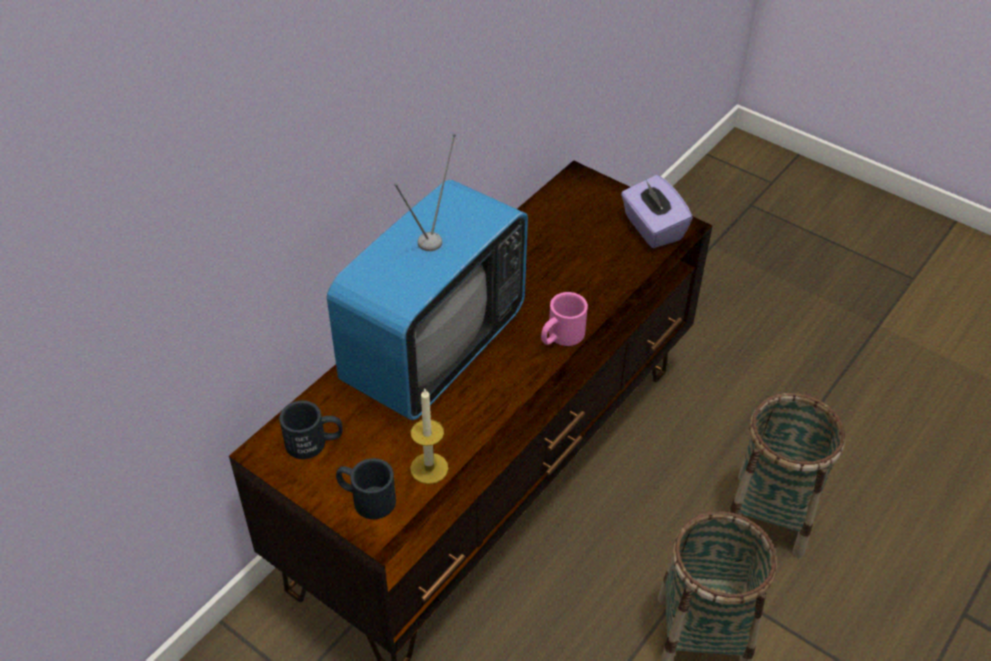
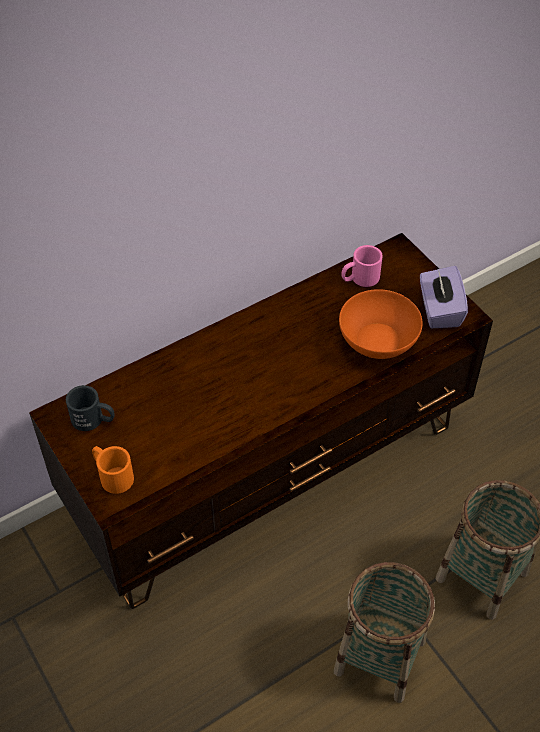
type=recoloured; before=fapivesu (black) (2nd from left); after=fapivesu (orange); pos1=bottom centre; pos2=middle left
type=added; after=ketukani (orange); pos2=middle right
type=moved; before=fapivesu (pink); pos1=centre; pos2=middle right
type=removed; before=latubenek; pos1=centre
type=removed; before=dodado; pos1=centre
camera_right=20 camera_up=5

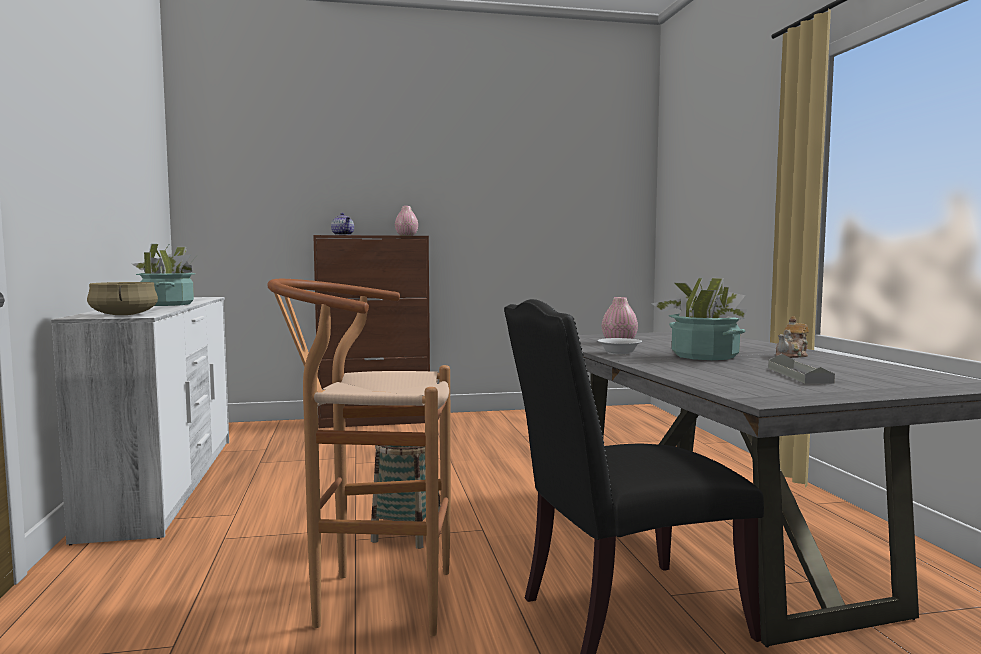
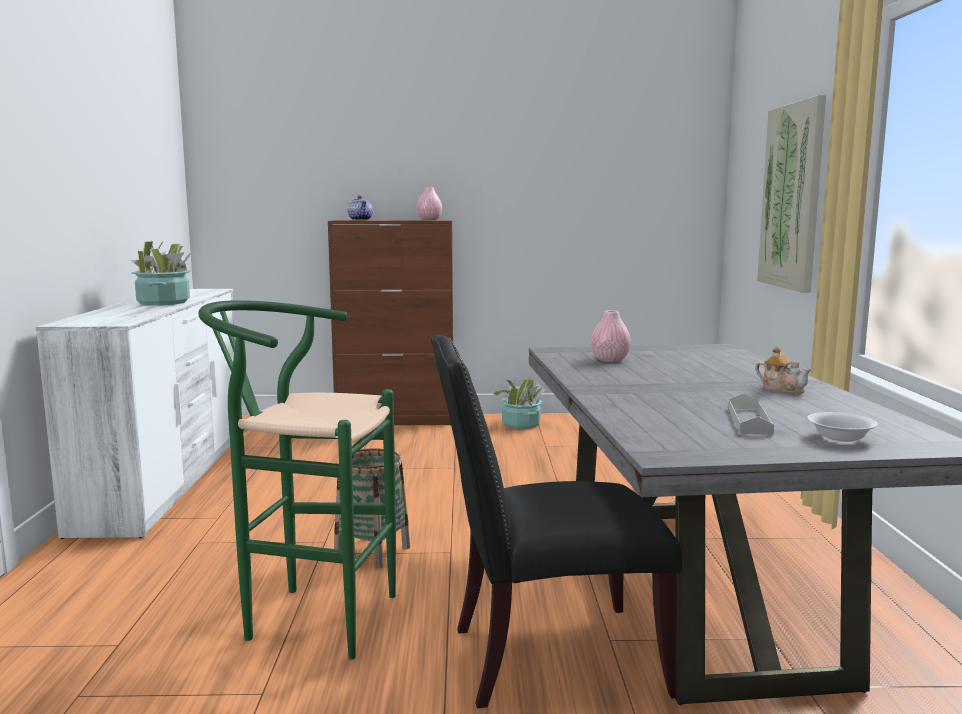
type=recoloured; before=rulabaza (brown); after=rulabaza (green); pos1=bottom centre; pos2=bottom left
type=moved; before=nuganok (2nd from left); pos1=middle right; pos2=centre
type=turned; before=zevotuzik (2nd from left); pos1=middle right; pos2=middle right; turn=-105
type=added; after=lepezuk; pos2=top right
type=moved; before=ketukani (white); pos1=centre; pos2=middle right
type=removed; before=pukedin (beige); pos1=middle left
camera_right=10 camera_up=5

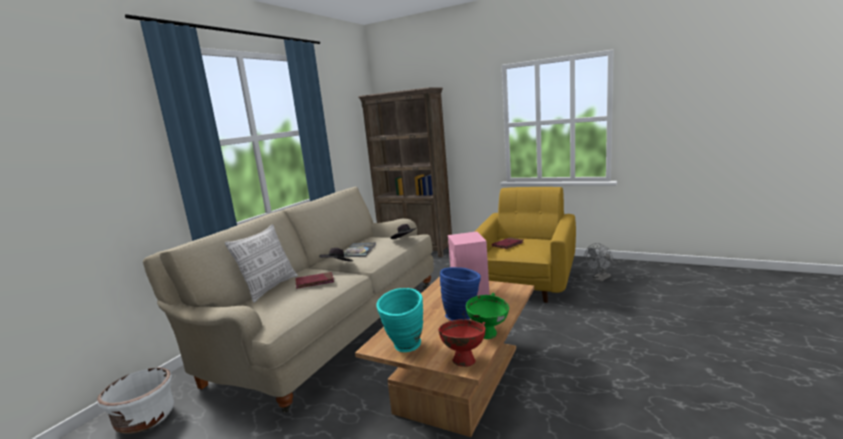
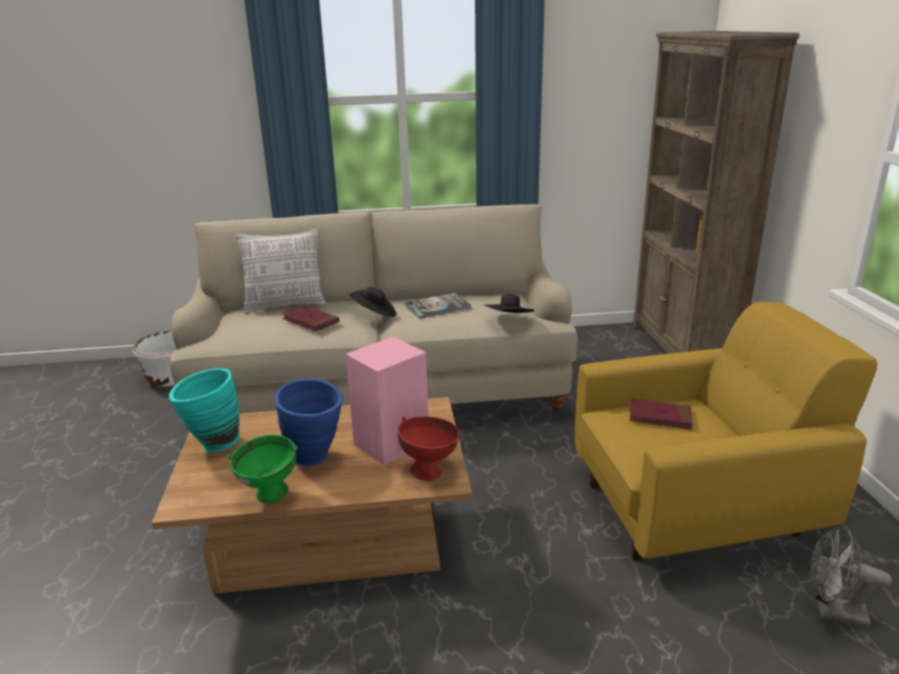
type=moved; before=ketukani (red); pos1=bottom centre; pos2=centre
camera_right=55 camera_up=10

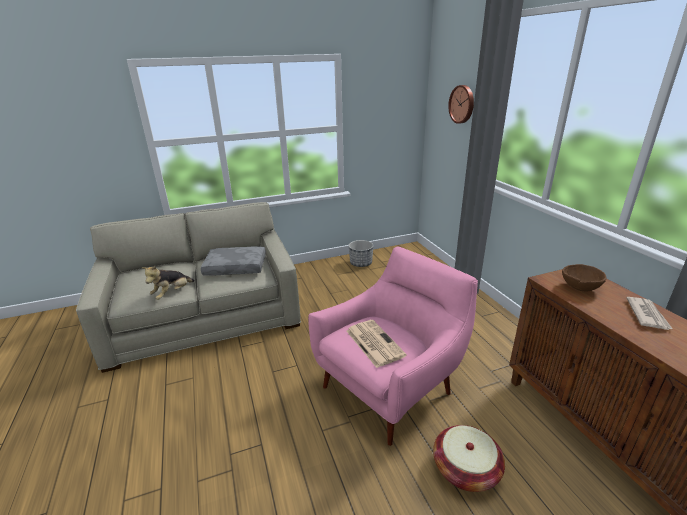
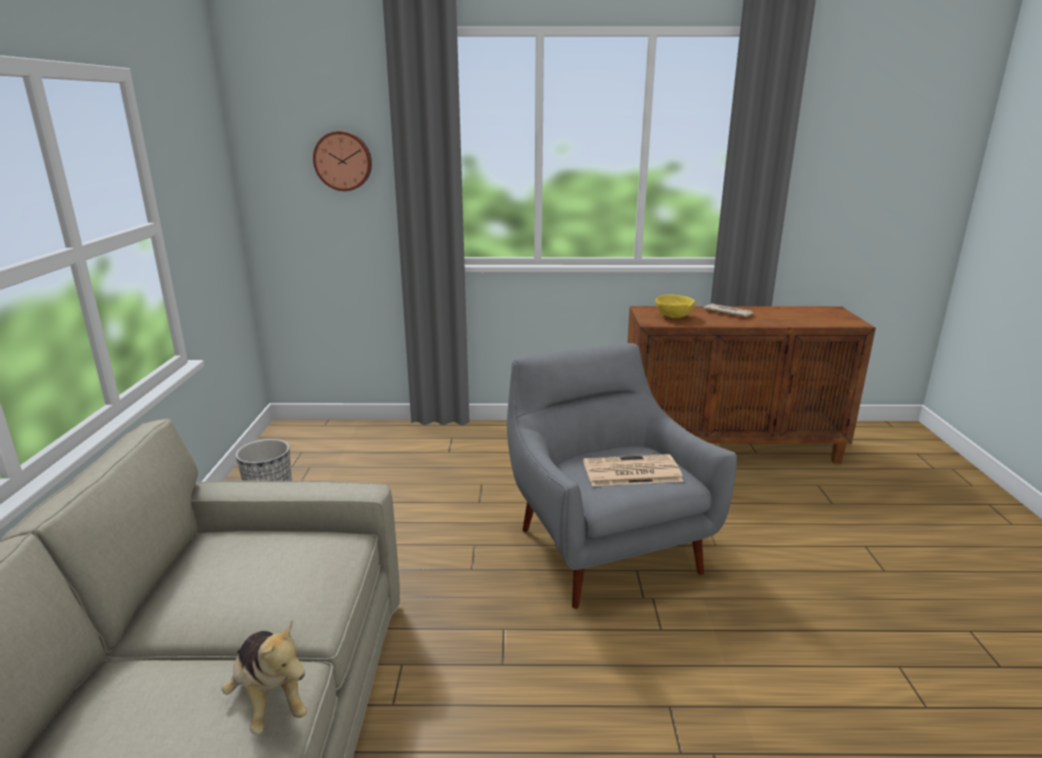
type=recoloured; before=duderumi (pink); after=duderumi (grey); pos1=bottom centre; pos2=centre
type=recoloured; before=ketukani (brown); after=ketukani (yellow); pos1=middle right; pos2=centre
type=removed; before=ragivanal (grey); pos1=centre
type=removed; before=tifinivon; pos1=bottom right
camera_right=-70 camera_up=-5

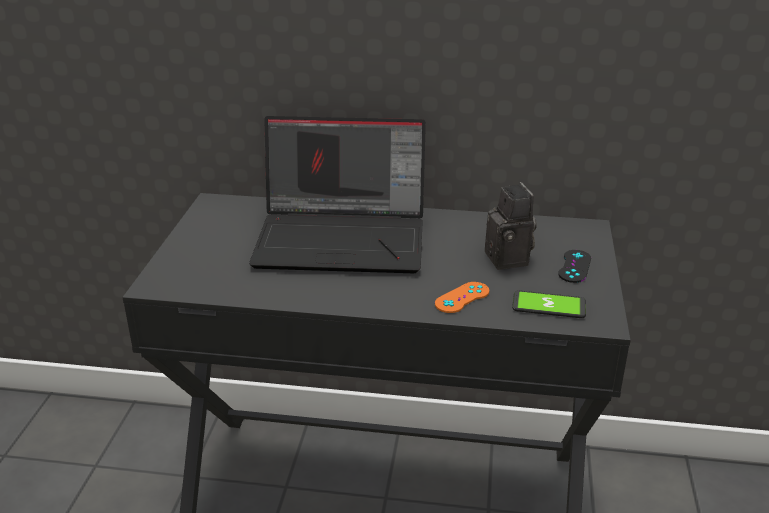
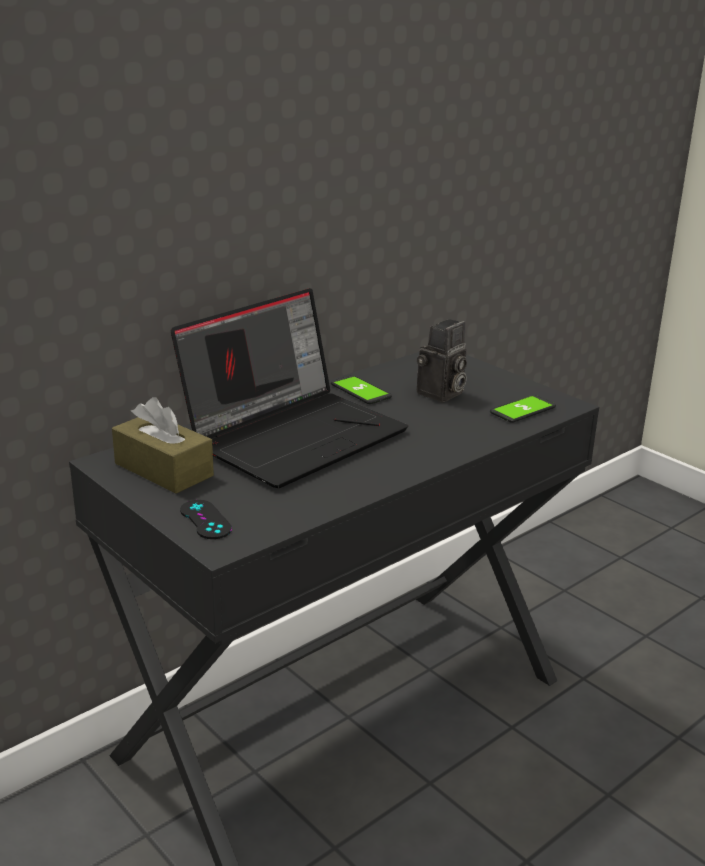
type=added; after=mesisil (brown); pos2=middle left
type=moved; before=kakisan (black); pos1=middle right; pos2=middle left
type=added; after=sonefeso (1st from left); pos2=centre
type=turned; before=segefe; pos1=centre; pos2=centre; turn=105
type=removed; before=kakisan (orange); pos1=centre
camera_right=-50 camera_up=-5

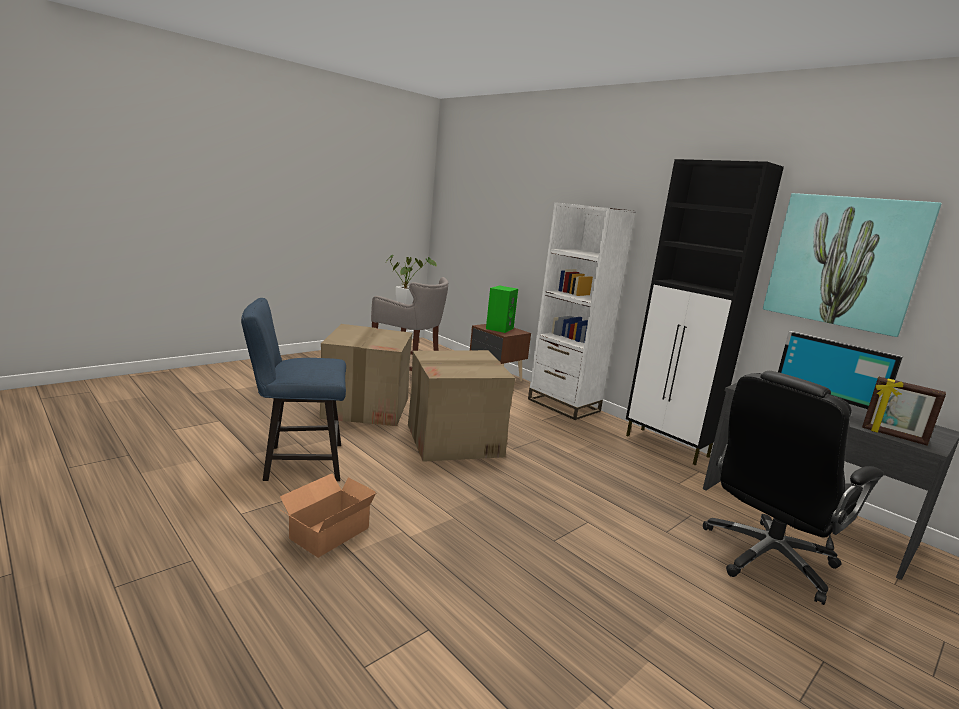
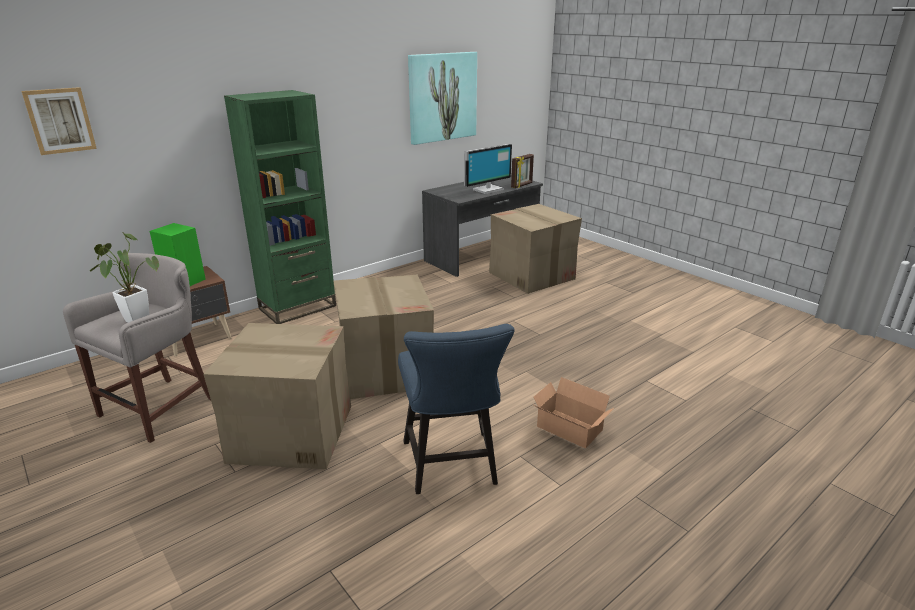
type=added; after=lepezuk (1st from left); pos2=top left
type=recoloured; before=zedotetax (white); after=zedotetax (green); pos1=centre; pos2=middle left
type=replaced; before=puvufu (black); after=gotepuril (3rd from left); pos1=bottom right; pos2=centre
type=removed; before=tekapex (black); pos1=middle right
camera_right=-85 camera_up=10

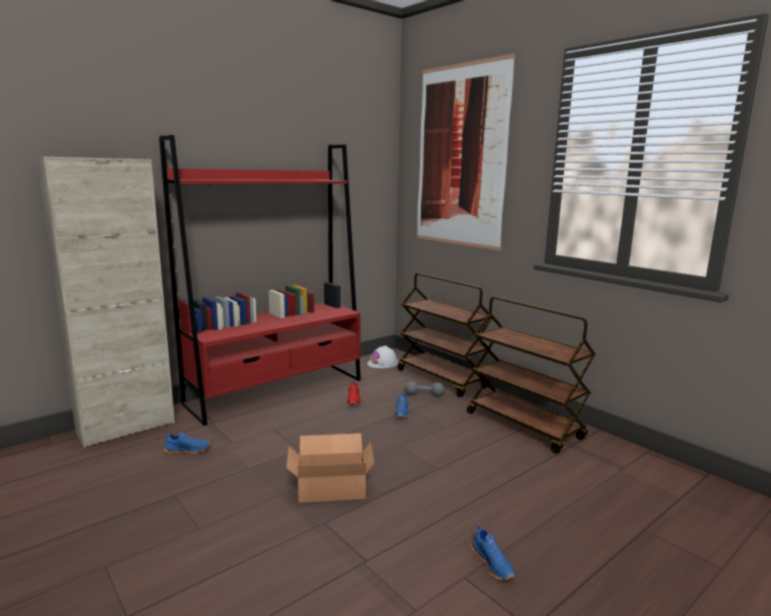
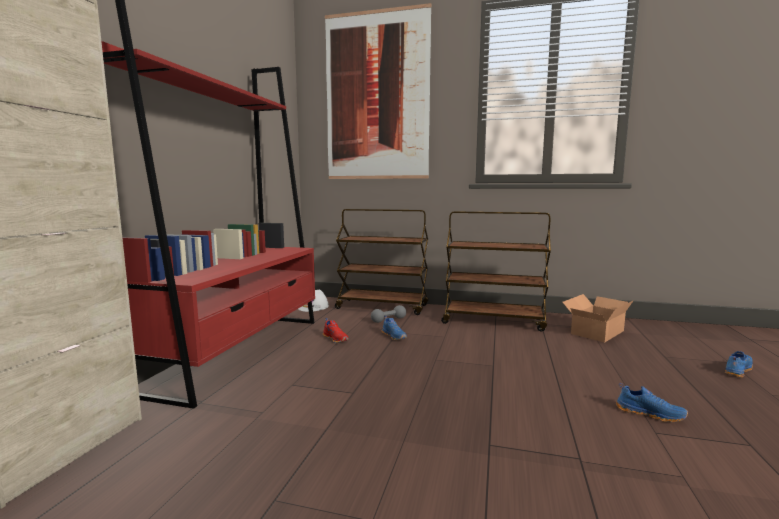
type=moved; before=gotepuril; pos1=bottom centre; pos2=middle right
type=moved; before=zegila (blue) (1st from left in the first image); after=zegila (blue) (3rd from left); pos1=bottom left; pos2=bottom right
camera_right=-35 camera_up=-5

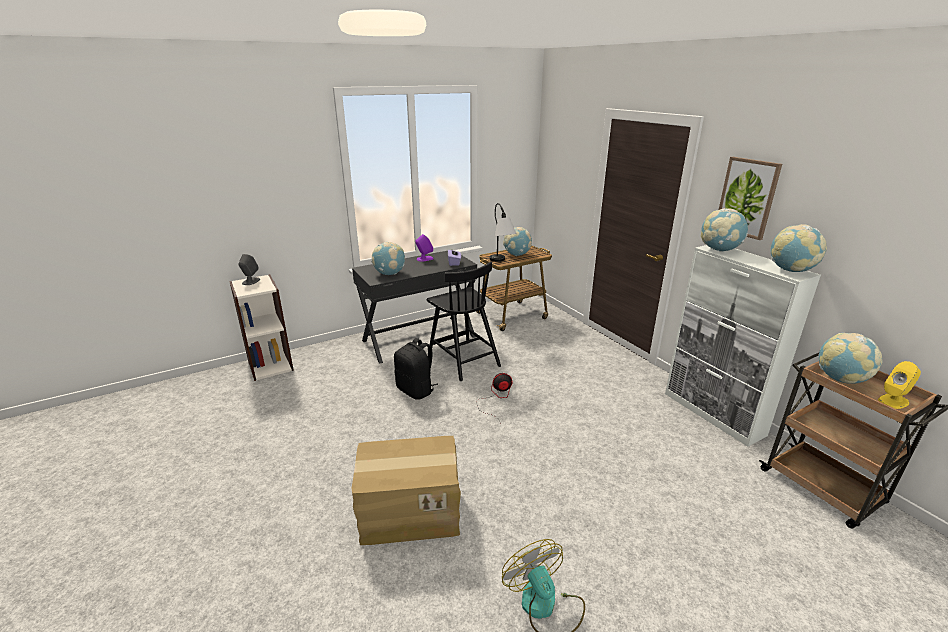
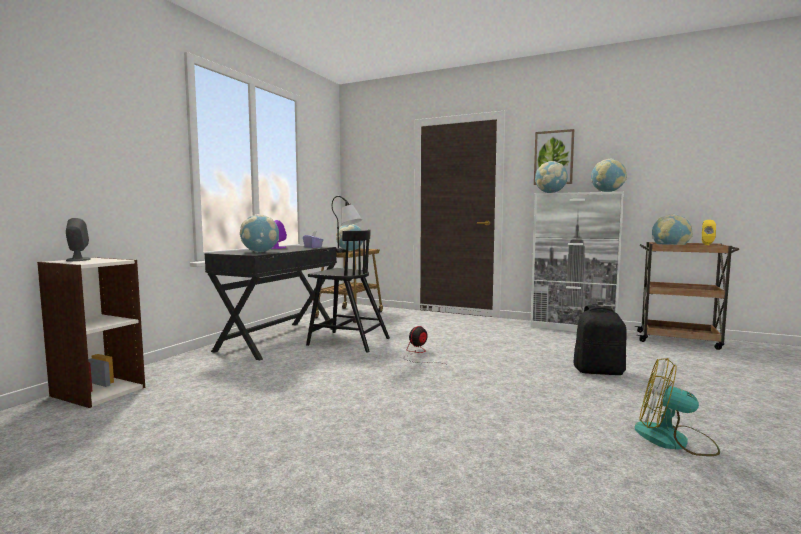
type=moved; before=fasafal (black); pos1=centre; pos2=middle right
type=removed; before=gotepuril; pos1=bottom centre
camera_right=-35 camera_up=-20

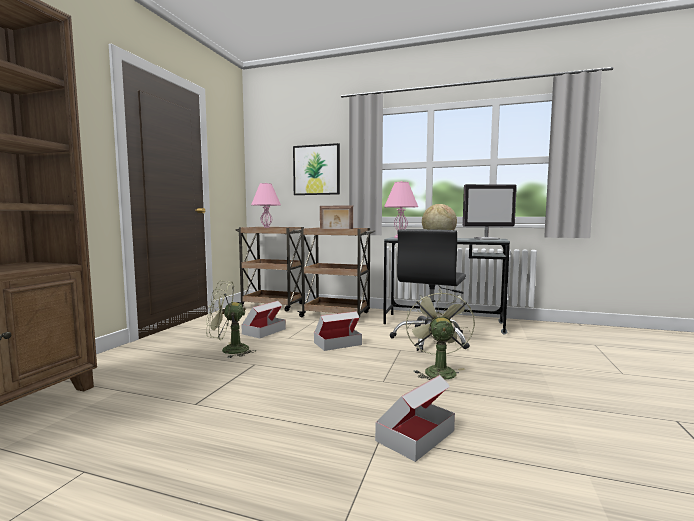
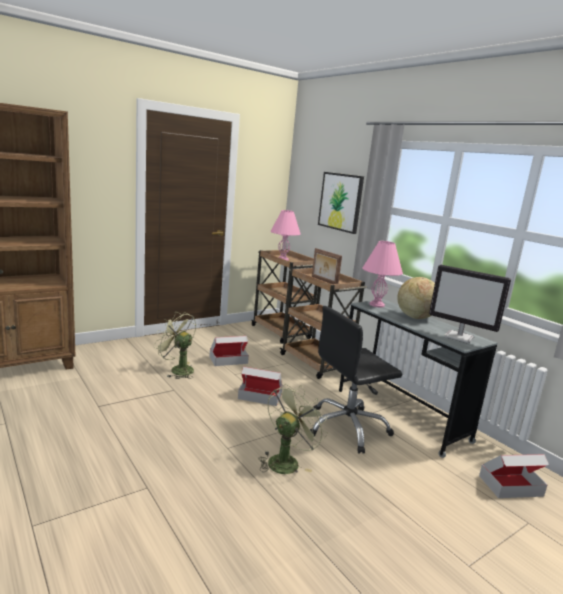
type=moved; before=gotepuril (3rd from left); pos1=bottom centre; pos2=bottom right
camera_right=35 camera_up=10

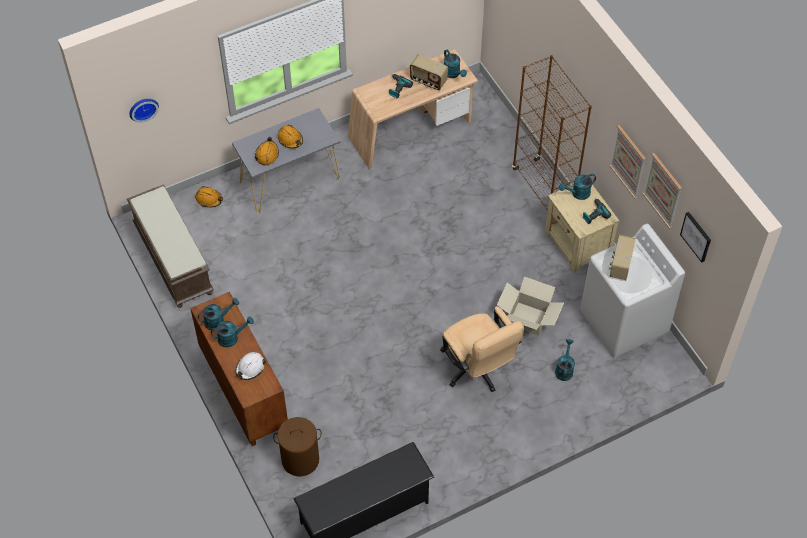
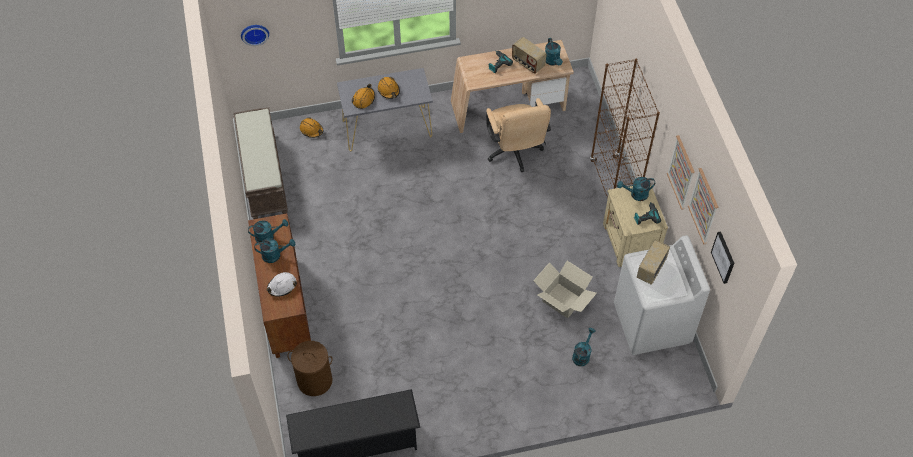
type=moved; before=puvufu (beige); pos1=centre; pos2=top centre
camera_right=15 camera_up=0

